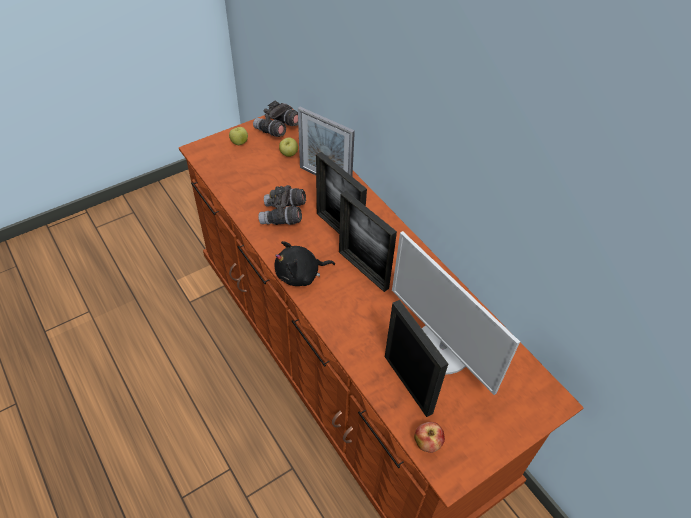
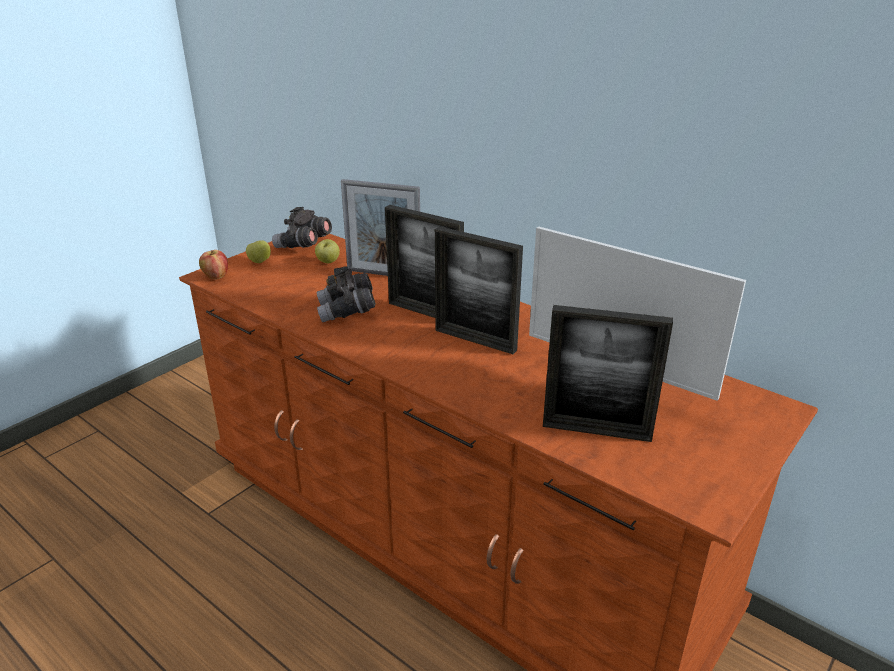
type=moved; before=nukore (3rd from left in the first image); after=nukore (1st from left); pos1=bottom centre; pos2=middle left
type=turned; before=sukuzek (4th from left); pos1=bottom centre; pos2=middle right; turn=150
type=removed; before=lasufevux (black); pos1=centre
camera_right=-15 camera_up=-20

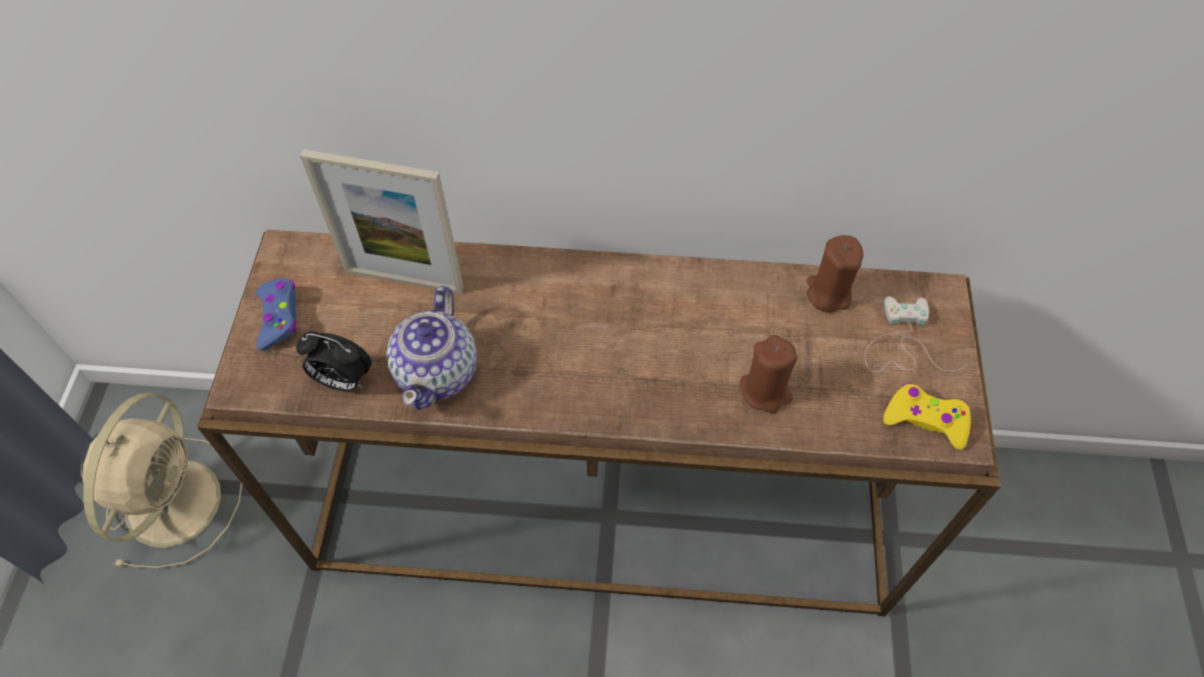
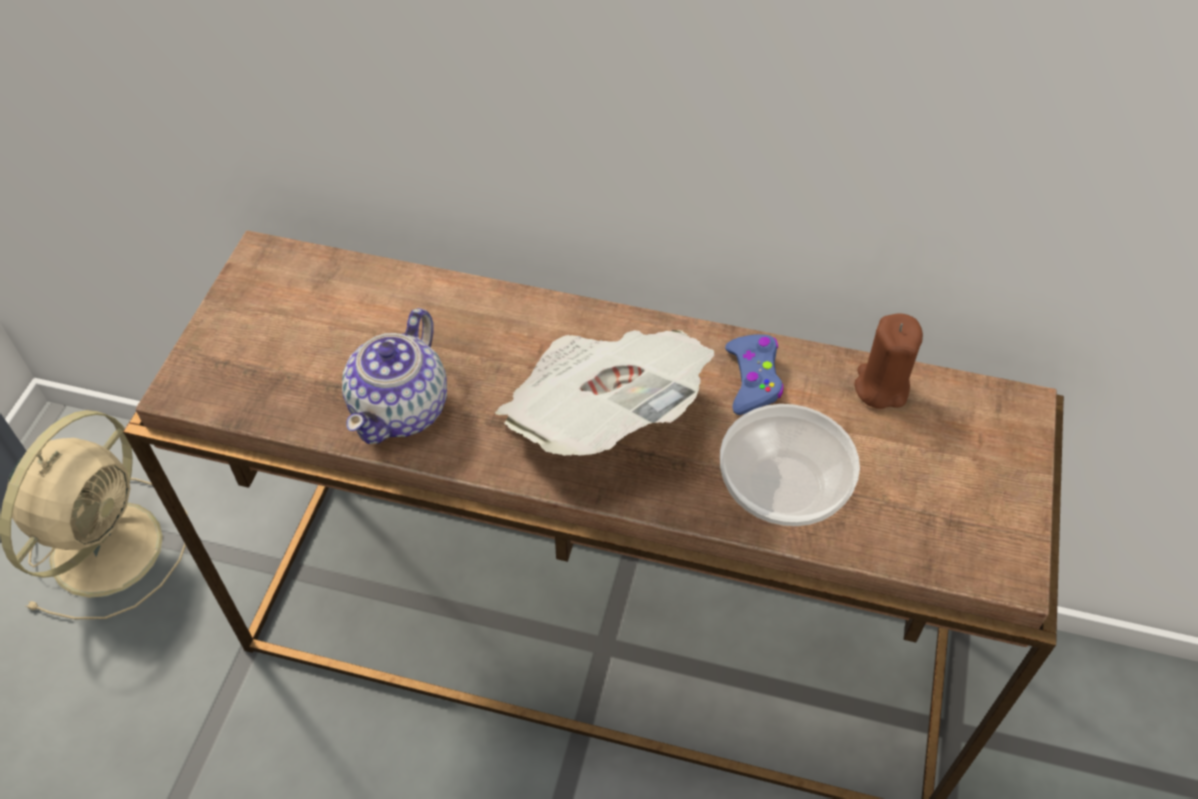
type=added; after=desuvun; pos2=centre
type=replaced; before=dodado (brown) (1st from left); after=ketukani; pos1=centre; pos2=centre
type=moved; before=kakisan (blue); pos1=middle left; pos2=centre
type=removed; before=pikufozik; pos1=middle left
type=removed; before=sukuzek; pos1=top left
type=removed; before=kakisan (white); pos1=middle right
type=removed; before=kakisan (yellow); pos1=middle right
camera_right=10 camera_up=-5

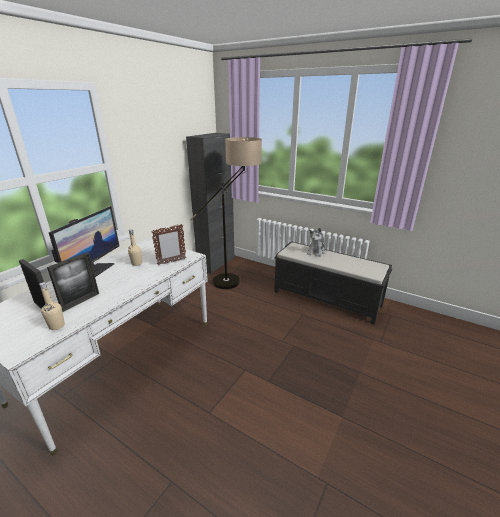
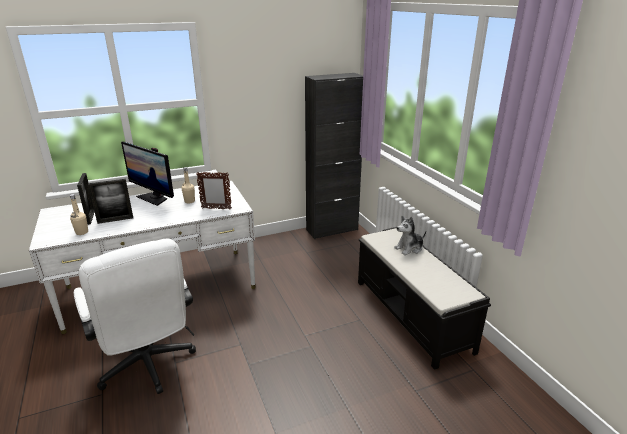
type=added; after=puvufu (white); pos2=bottom left
type=turned; before=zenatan; pos1=middle left; pos2=middle left; turn=75
type=removed; before=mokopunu; pos1=centre
camera_right=35 camera_up=0

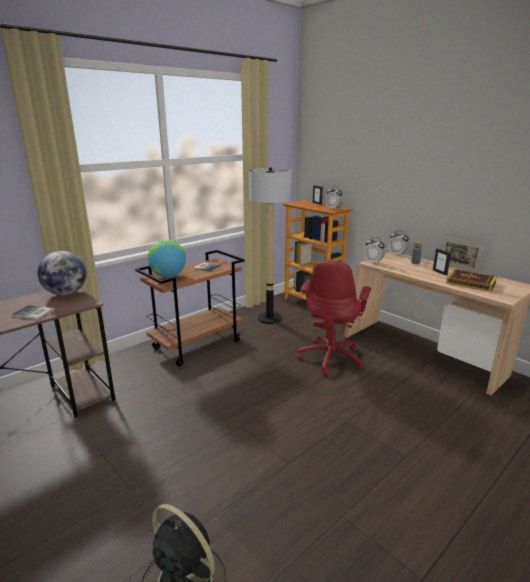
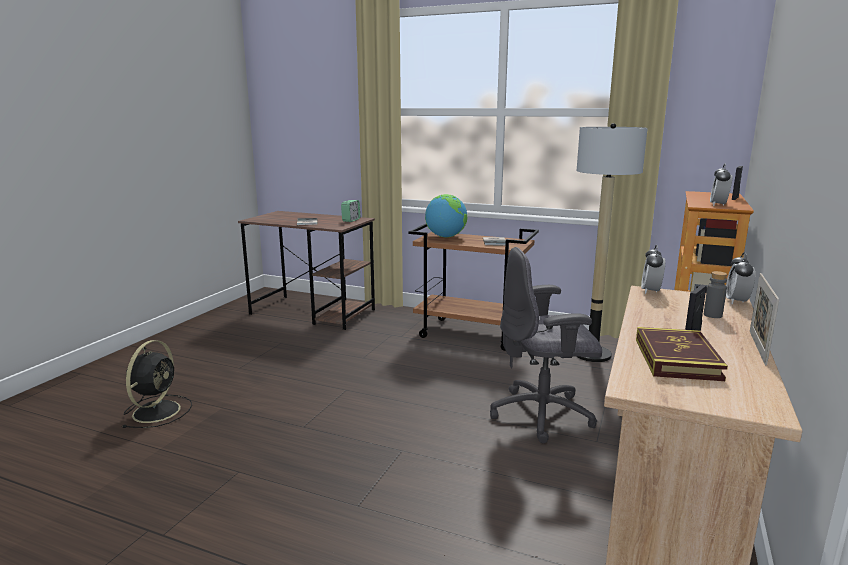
type=replaced; before=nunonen (1st from left); after=pikufozik (1st from left); pos1=middle left; pos2=centre
type=recoloured; before=puvufu (red); after=puvufu (grey); pos1=centre; pos2=centre
camera_right=65 camera_up=-5

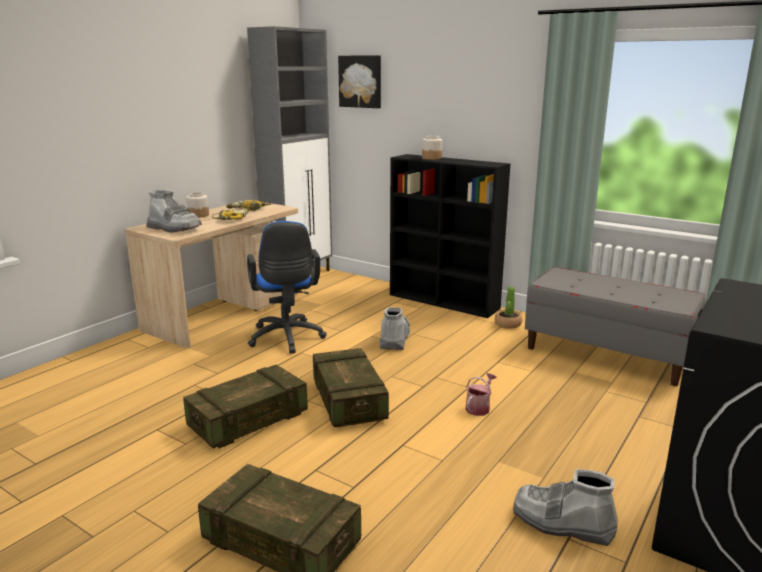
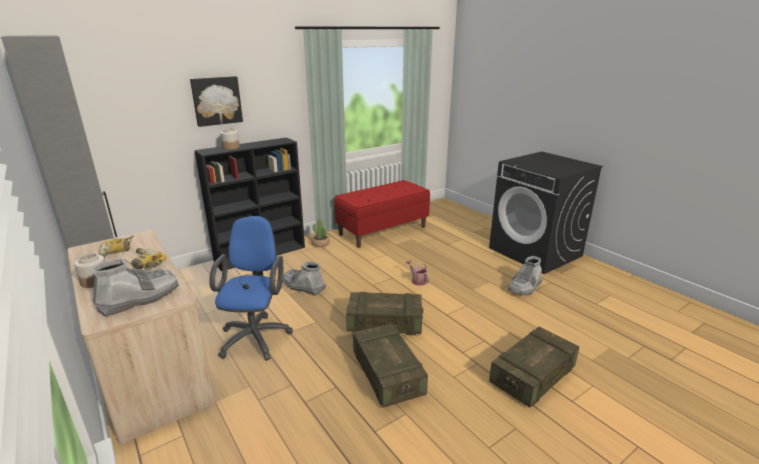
type=moved; before=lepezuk; pos1=top centre; pos2=top left
type=turned; before=puvufu (blue); pos1=centre; pos2=middle left; turn=-90
type=recoloured; before=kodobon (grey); after=kodobon (red); pos1=middle right; pos2=centre
camera_right=-70 camera_up=5

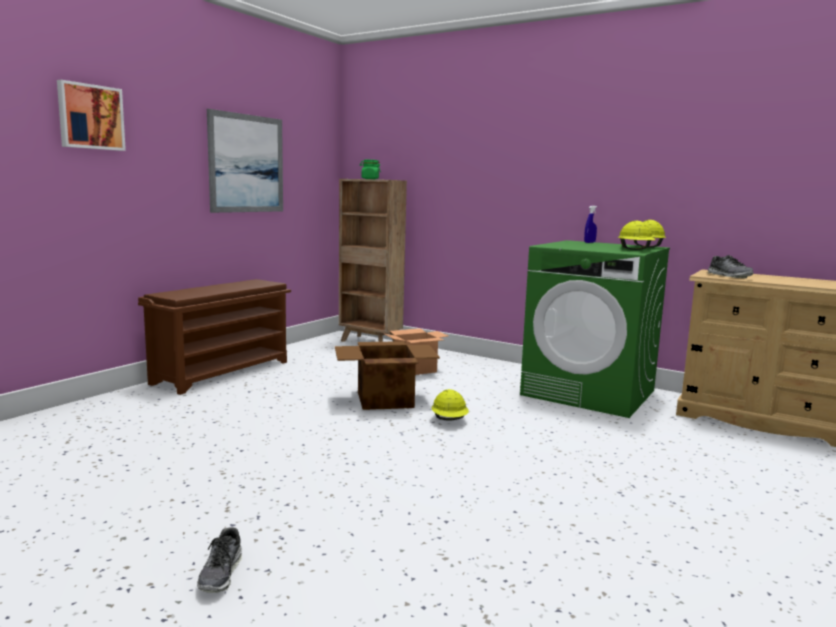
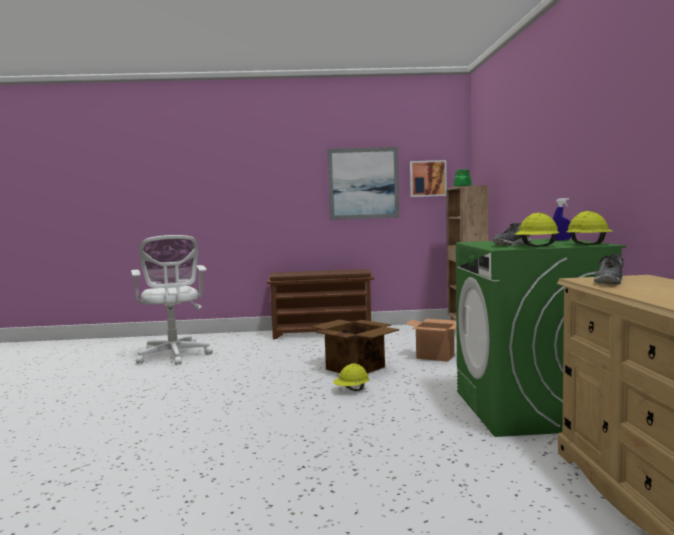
type=added; after=puvufu (white); pos2=middle left
type=moved; before=lepezuk (1st from left in the first image); after=lepezuk (2nd from left); pos1=top left; pos2=top centre
type=moved; before=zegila (1st from left); pos1=bottom left; pos2=middle right
camera_right=55 camera_up=-5

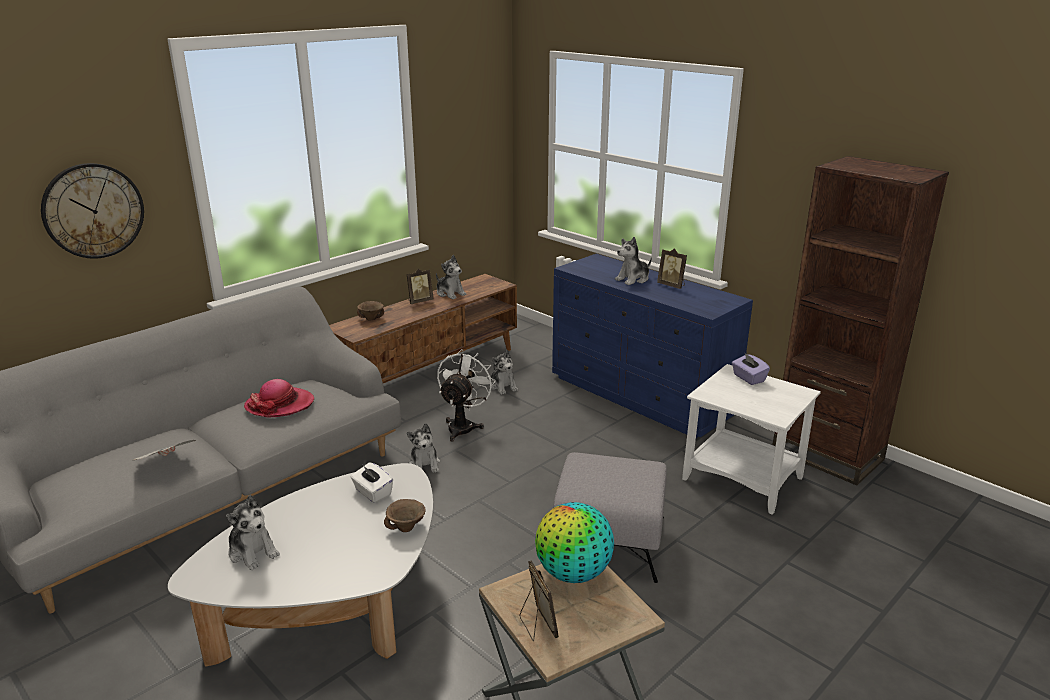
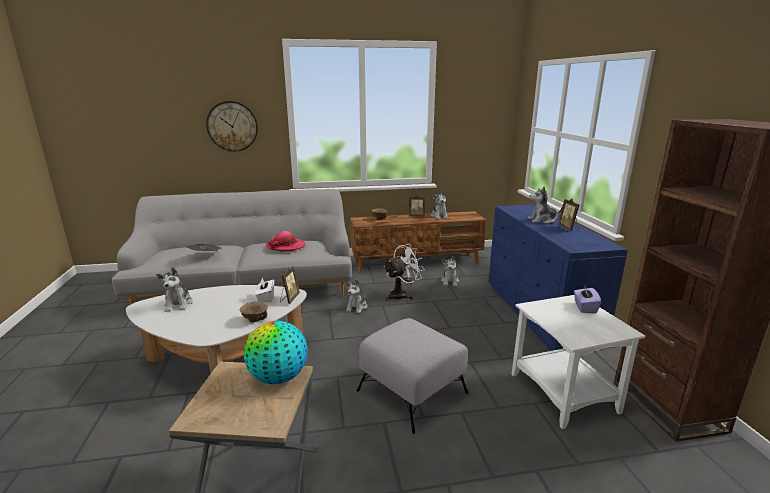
type=moved; before=sukuzek (2nd from left in the first image); after=sukuzek (1st from left); pos1=bottom centre; pos2=centre
camera_right=35 camera_up=-5

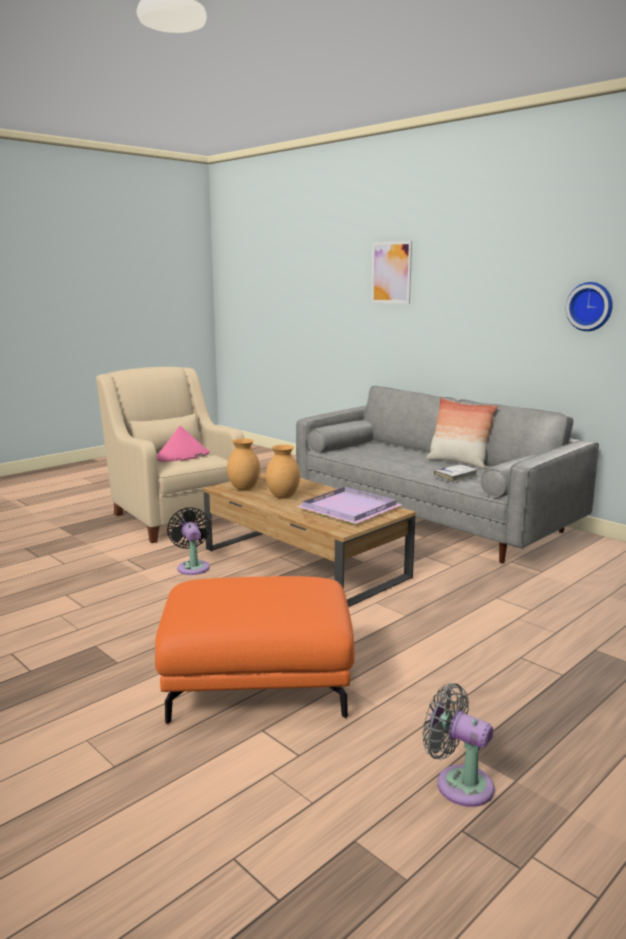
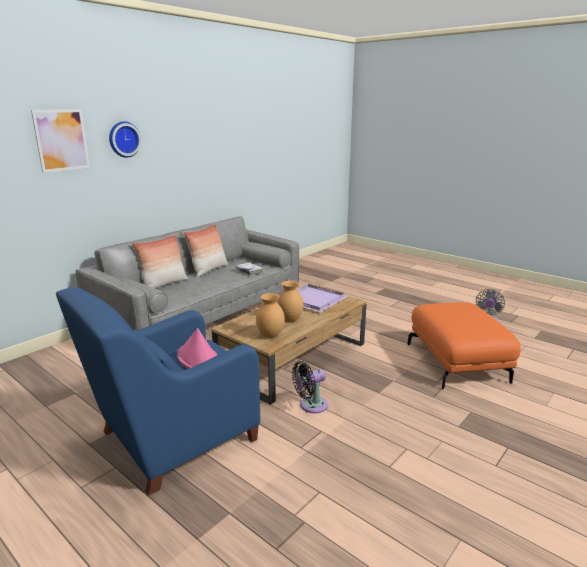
type=recoloured; before=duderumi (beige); after=duderumi (blue); pos1=middle left; pos2=bottom left
type=moved; before=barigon; pos1=top right; pos2=top left
type=added; after=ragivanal (1st from left); pos2=middle left
camera_right=-95 camera_up=5

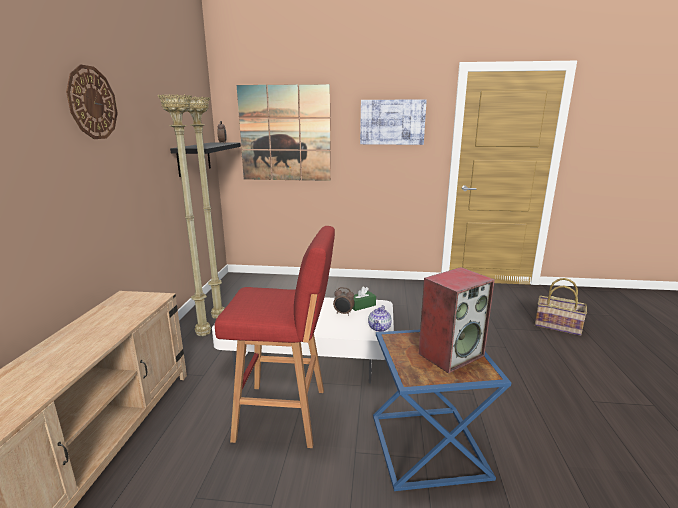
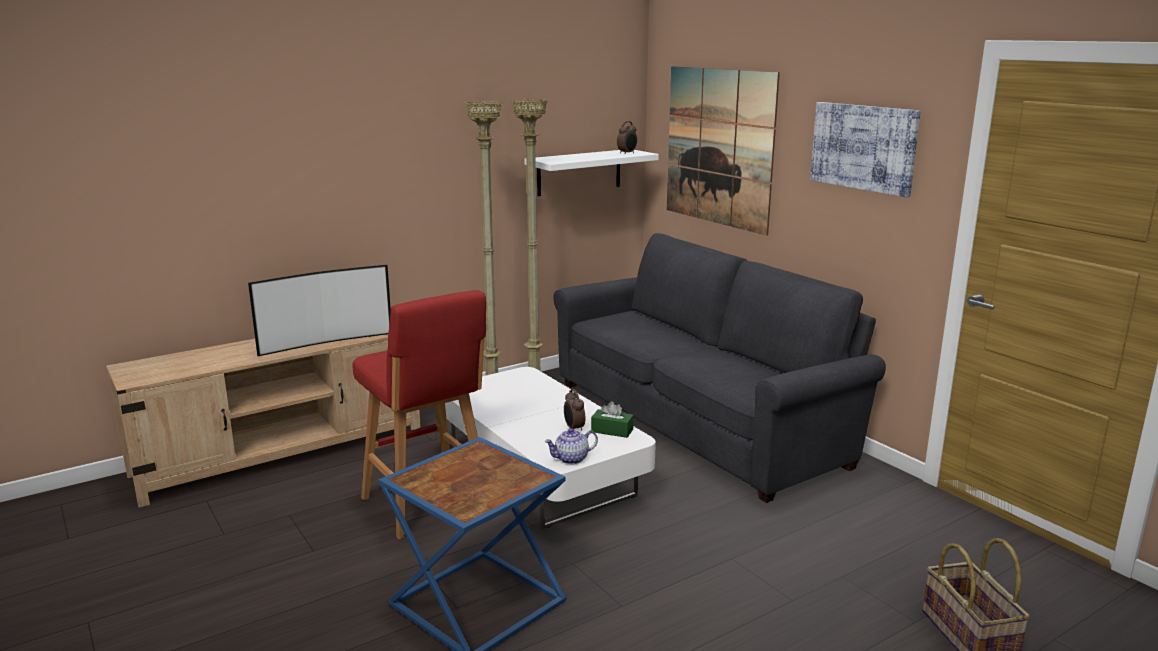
type=added; after=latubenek; pos2=middle left
type=recoloured; before=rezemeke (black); after=rezemeke (white); pos1=top left; pos2=top centre
type=added; after=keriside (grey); pos2=centre
type=removed; before=barigon; pos1=top left
type=removed; before=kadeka; pos1=middle right
camera_right=50 camera_up=0

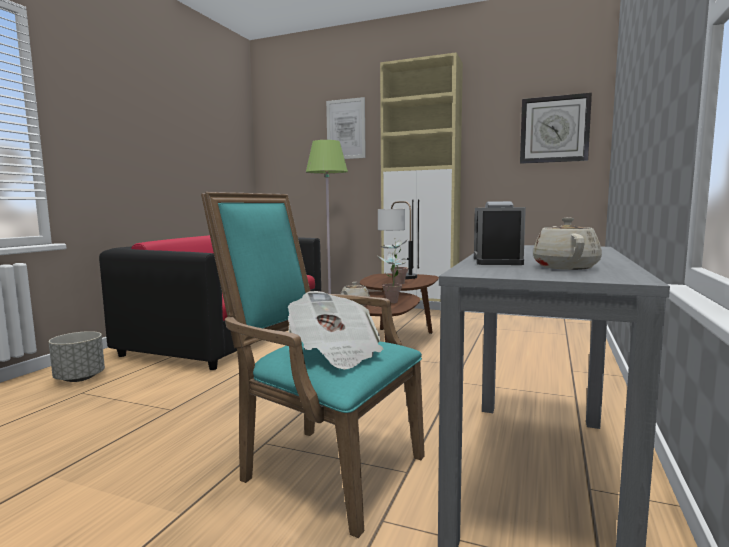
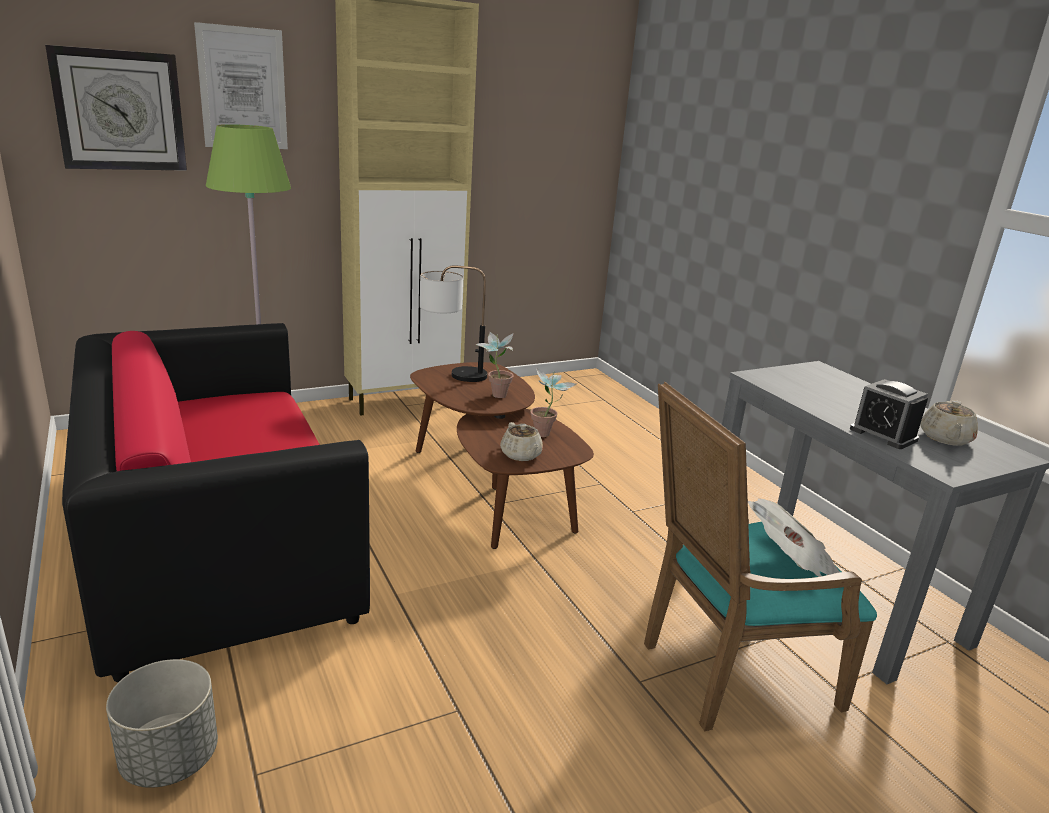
type=moved; before=barigon; pos1=top right; pos2=top left
type=turned; before=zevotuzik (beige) (2nd from left); pos1=middle right; pos2=middle right; turn=-120
camera_right=-50 camera_up=15

